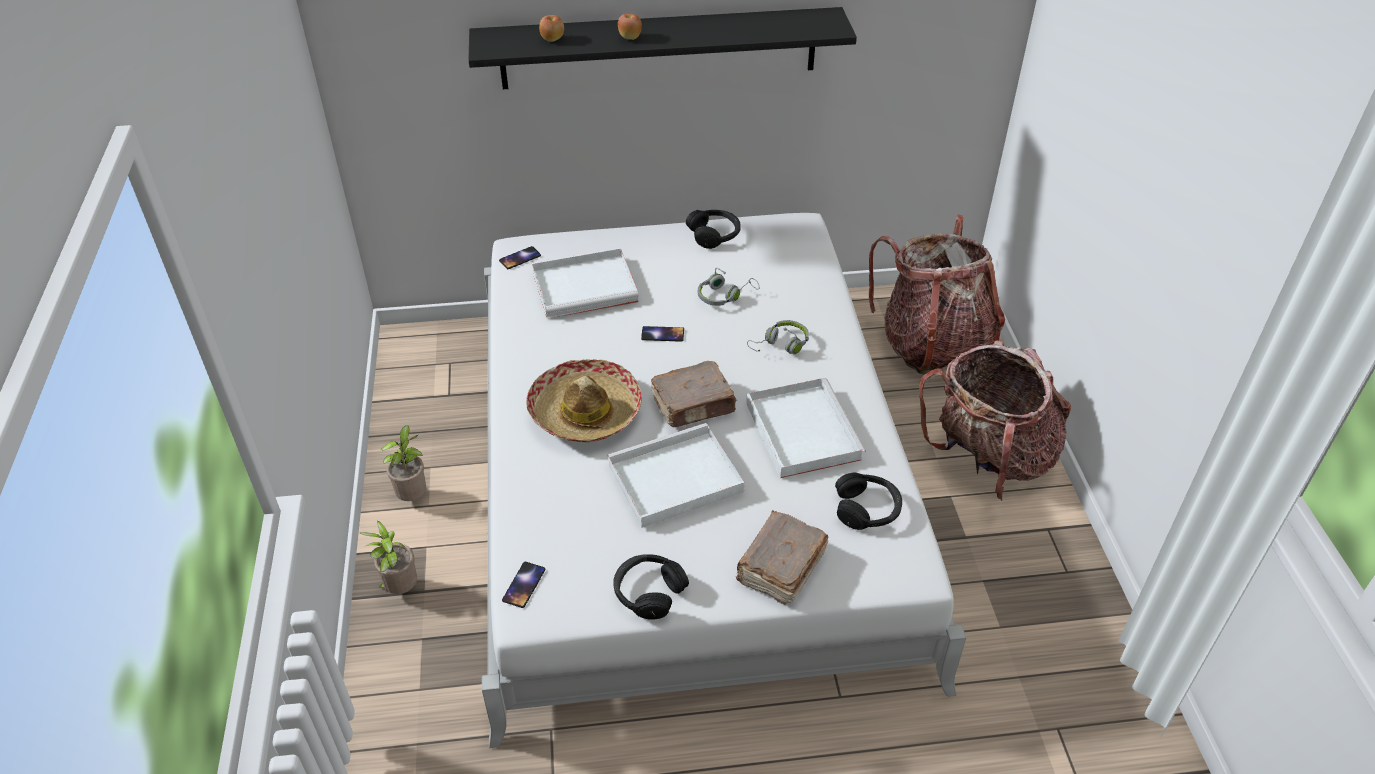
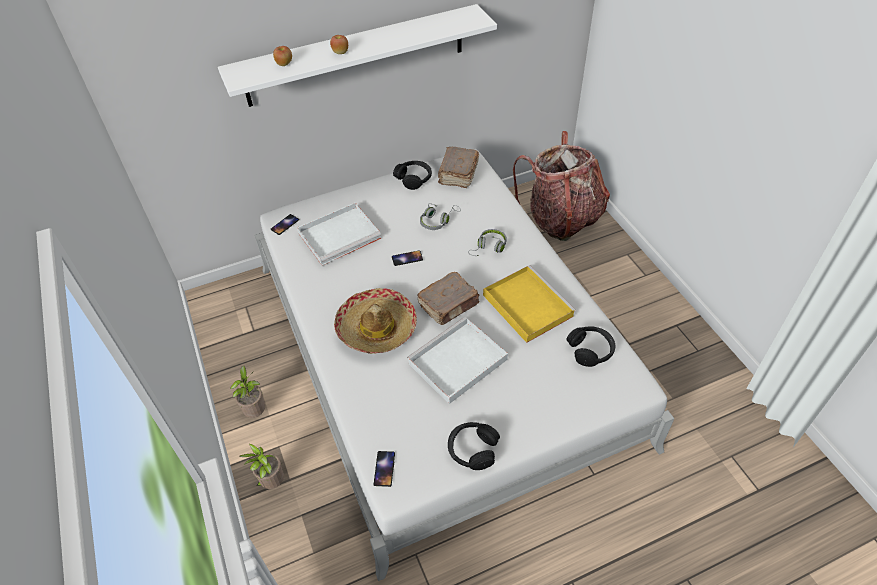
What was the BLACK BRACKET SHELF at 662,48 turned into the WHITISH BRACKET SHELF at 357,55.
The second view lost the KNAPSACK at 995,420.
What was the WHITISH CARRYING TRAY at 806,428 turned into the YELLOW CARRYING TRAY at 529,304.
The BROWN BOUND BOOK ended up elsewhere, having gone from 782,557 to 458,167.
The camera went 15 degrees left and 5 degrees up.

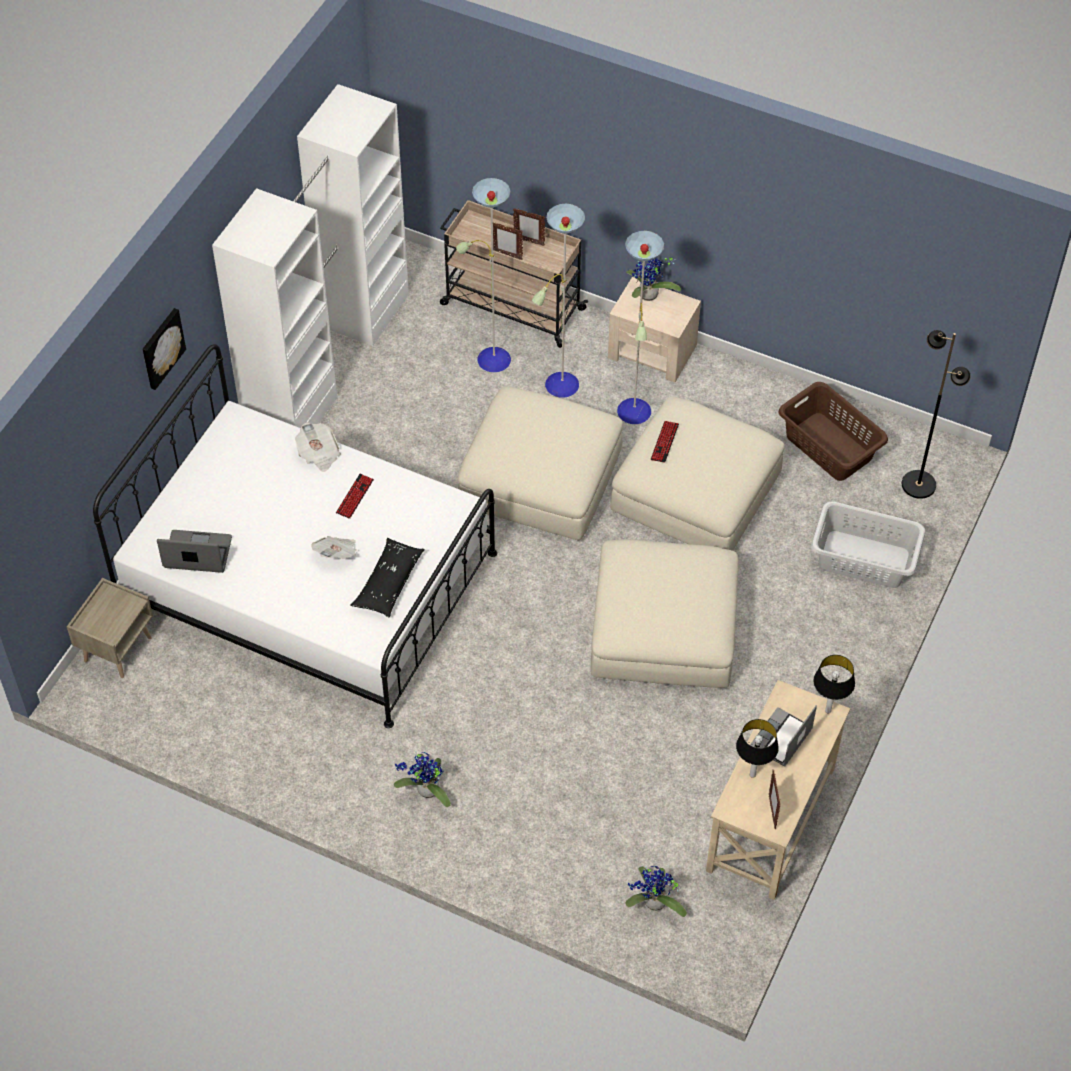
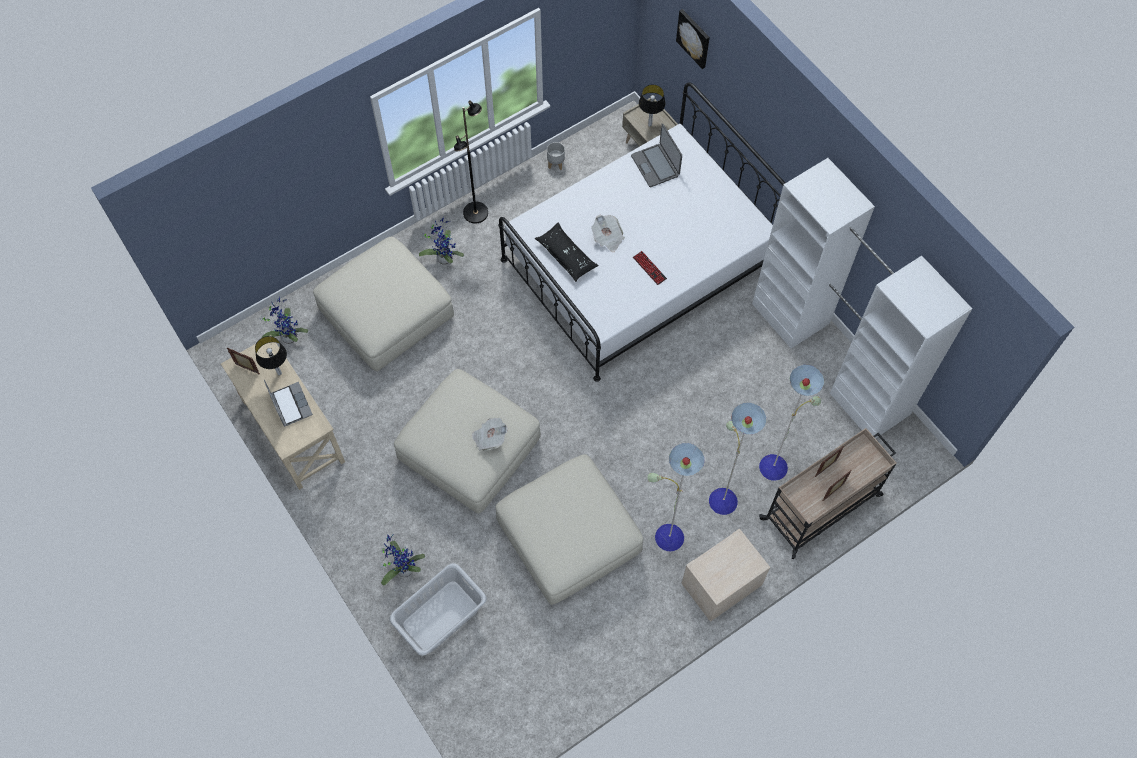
The PLANT IN A POT ended up elsewhere, having gone from 653,279 to 403,559.
The PICTURE ended up elsewhere, having gone from 164,349 to 693,39.
The BLACK STANDING LAMP ended up elsewhere, having gone from 936,414 to 471,161.
The second view lost the BROWN HAMPER at 833,431.
The BEIGE-COLOURED OTTOMAN ended up elsewhere, having gone from 540,463 to 383,304.
The second view lost the COMPUTER KEYBOARD at 665,442.
The DAILY PAPER ended up elsewhere, having gone from 318,447 to 490,434.
The NOTEBOOK COMPUTER at 194,551 ended up facing another way, 120 degrees clockwise from before.
The LAMP FOR A TABLE ended up elsewhere, having gone from 834,684 to 652,106.
The second view gained the GREY FLOWER POT at 556,156.
The camera went 120 degrees right and 10 degrees up.

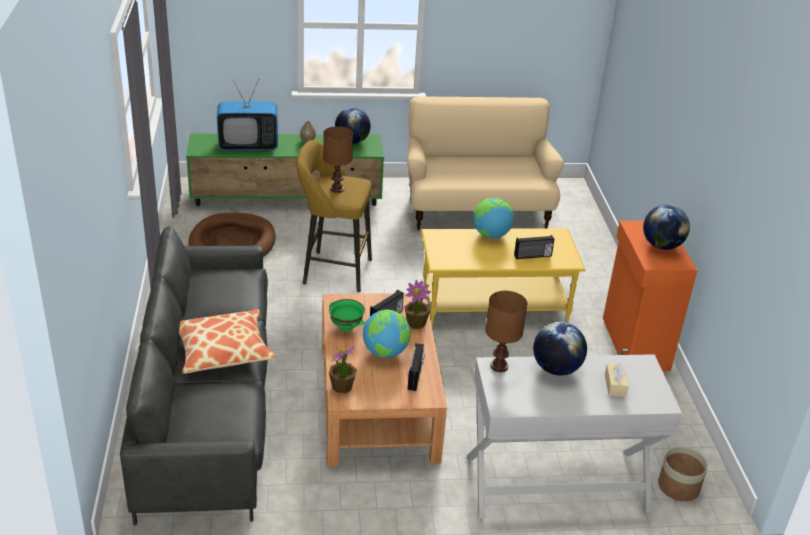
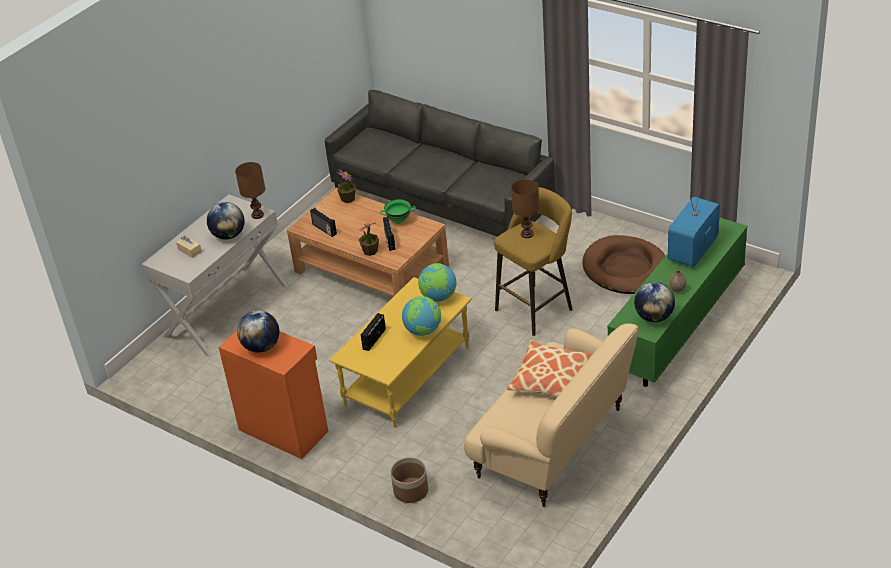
The THROW PILLOW ended up elsewhere, having gone from 227,341 to 549,368.
The DESK GLOBE ended up elsewhere, having gone from 387,334 to 437,282.
The FLOWER POT ended up elsewhere, having gone from 683,474 to 409,480.
The camera went 135 degrees right and 5 degrees up.

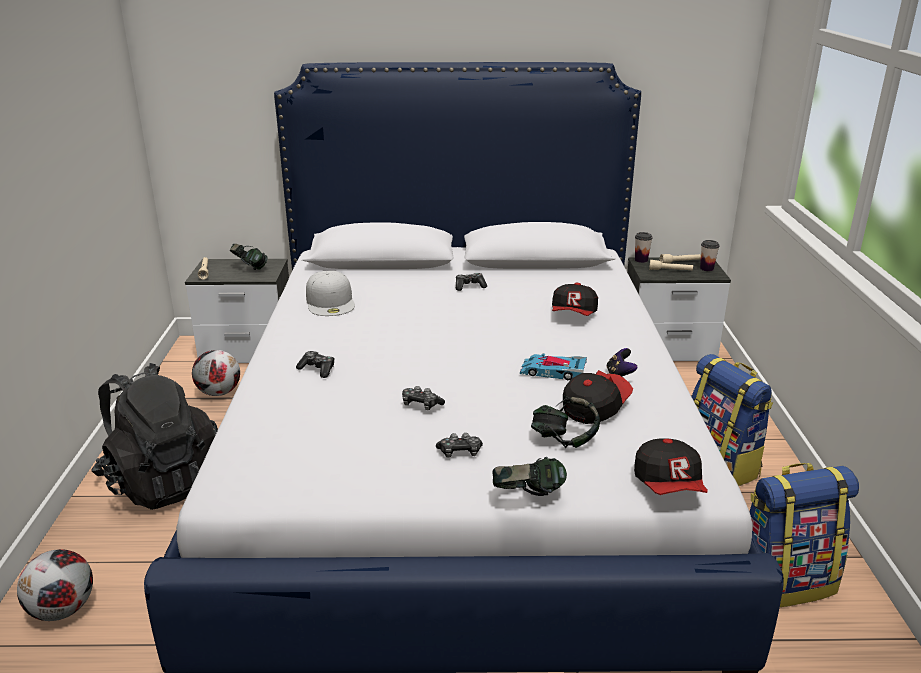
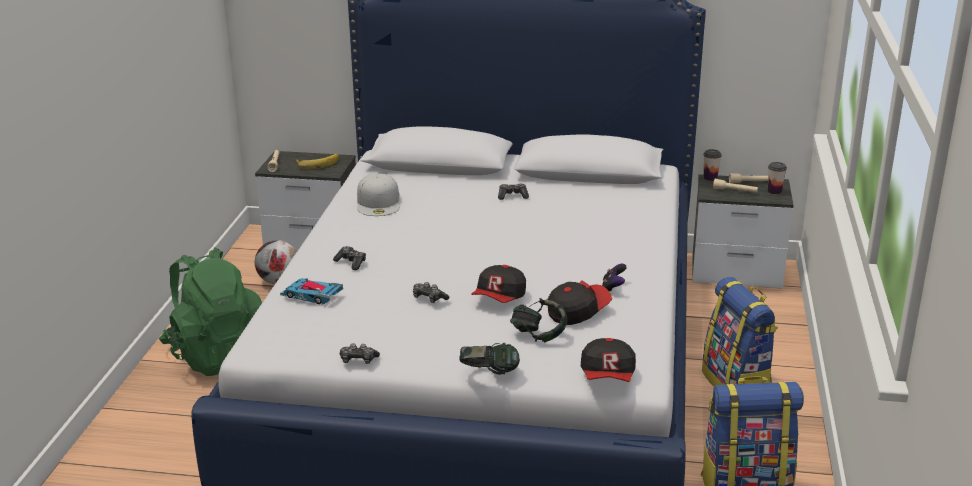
Where the HEADPHONES stood at 249,257, the BANANA FRUIT came to stand at 317,161.
The PEAKED CAP ended up elsewhere, having gone from 575,299 to 498,284.
The MINIATURE CAR ended up elsewhere, having gone from 553,367 to 311,291.
What was the BLACK KNAPSACK at 154,436 turned into the GREEN-COLOURED KNAPSACK at 210,311.
The GAMEPAD ended up elsewhere, having gone from 459,445 to 360,353.
The second view lost the FOOTBALL BALL at 55,585.
The camera went 10 degrees right and 0 degrees up.

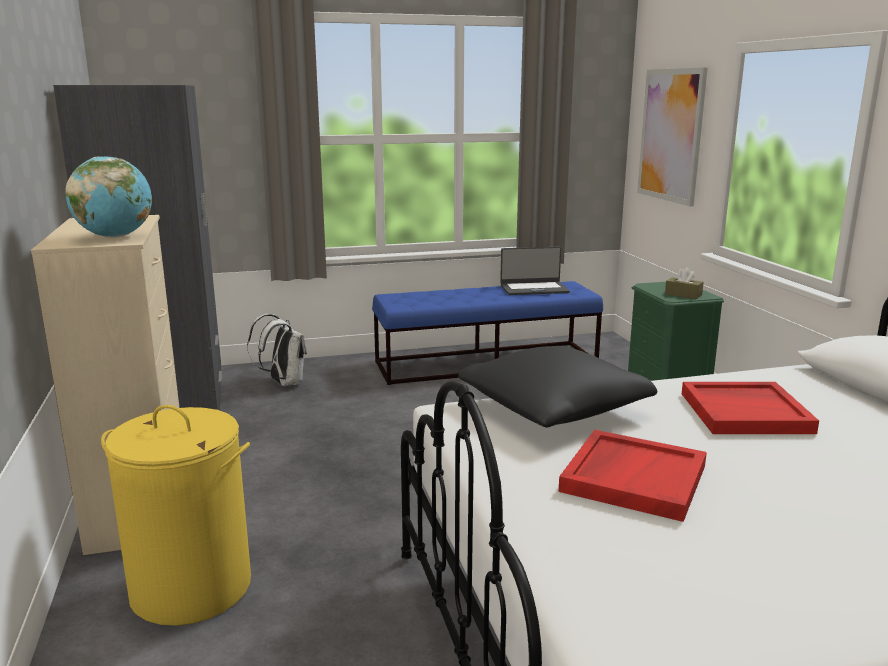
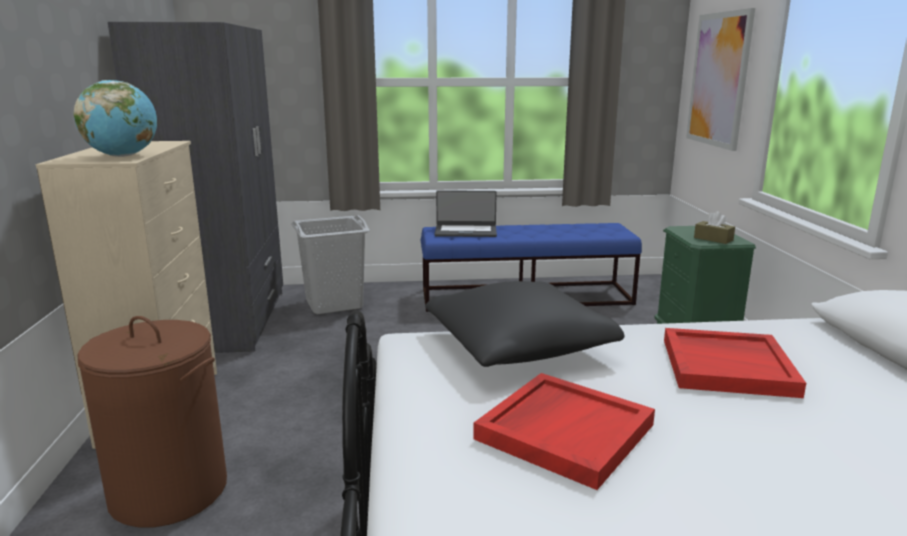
The NOTEBOOK COMPUTER ended up elsewhere, having gone from 535,271 to 465,213.
Where the WHITISH KNAPSACK stood at 277,350, the GREY HAMPER came to stand at 330,264.
What was the YELLOW HAMPER at 176,515 turned into the BROWN HAMPER at 152,422.
The camera went 10 degrees right and 0 degrees up.

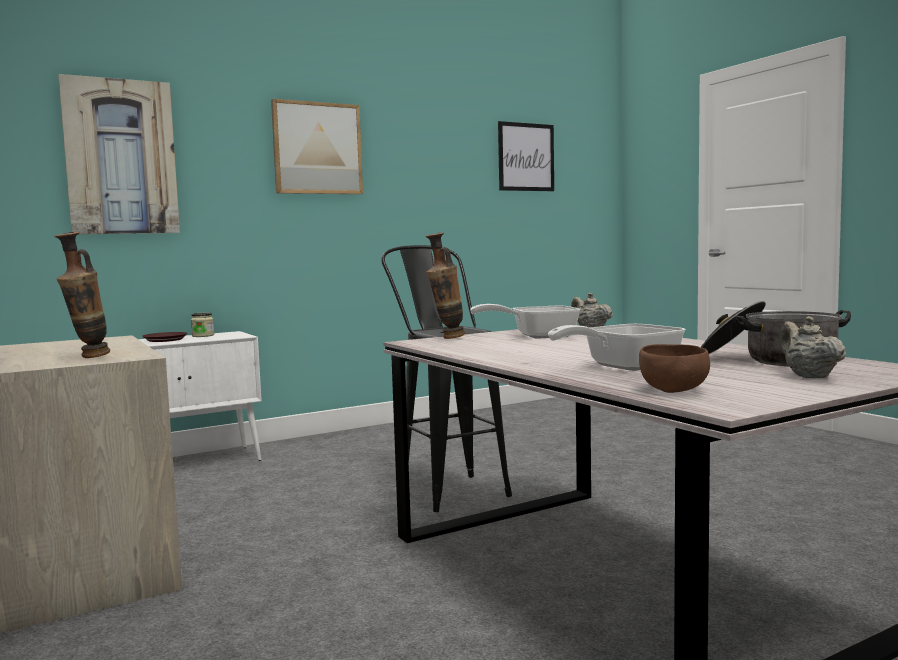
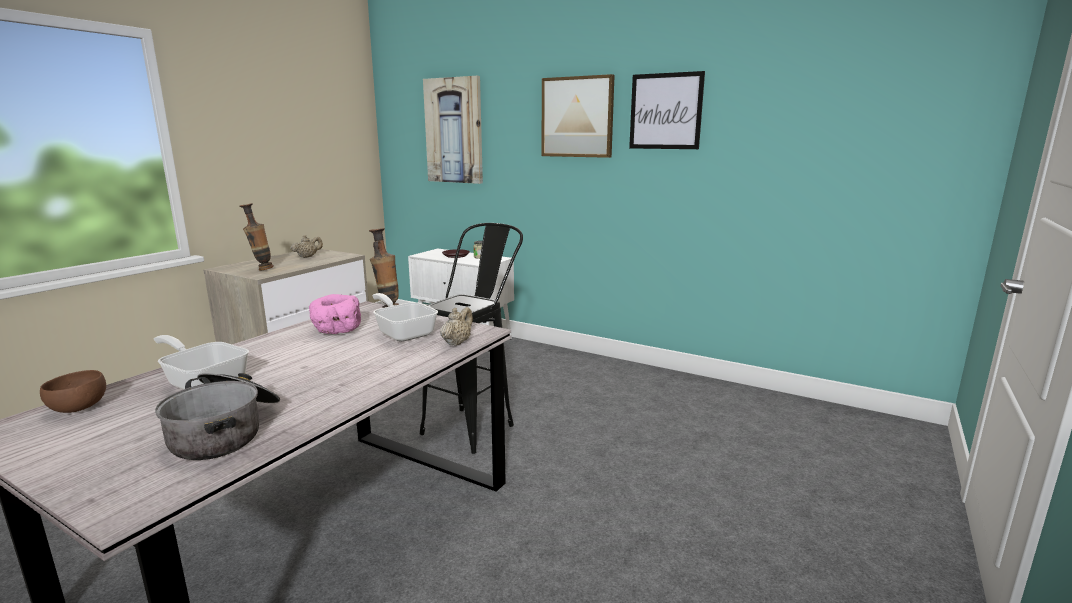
The PICTURE ended up elsewhere, having gone from 526,156 to 667,110.
The BEIGE-COLOURED TEA POT ended up elsewhere, having gone from 813,347 to 307,246.
The second view gained the PINK-COLOURED BOWL at 335,314.
The camera went 60 degrees right and 10 degrees up.

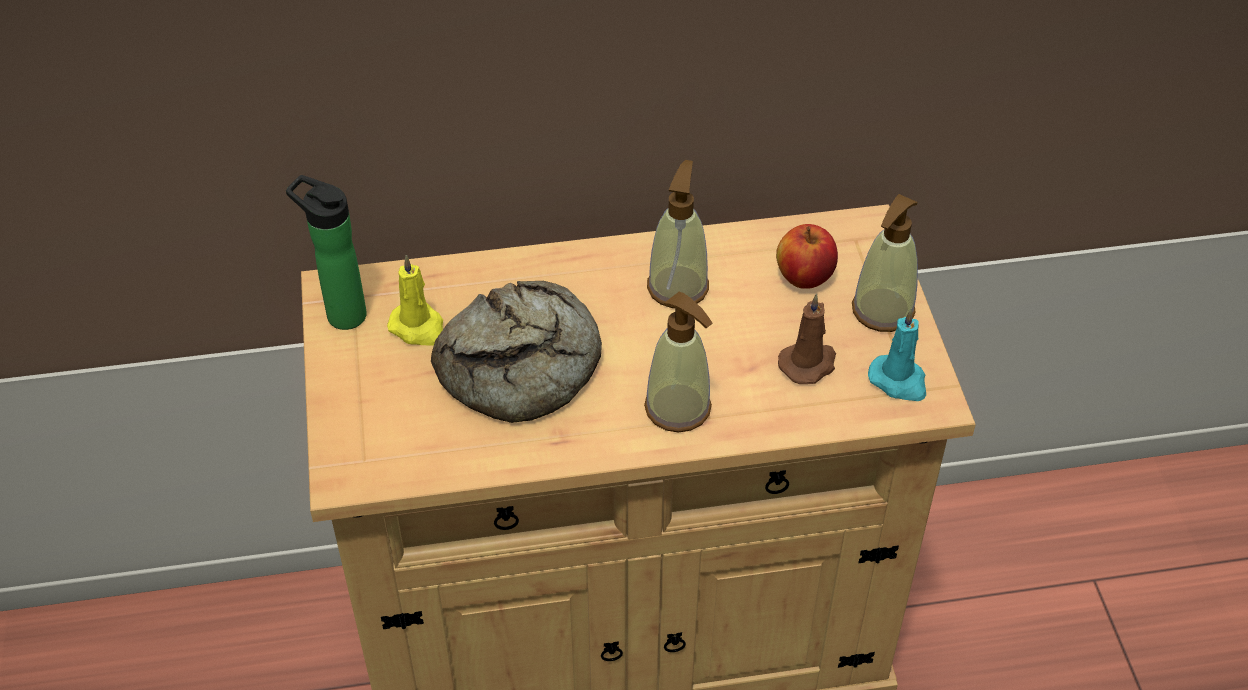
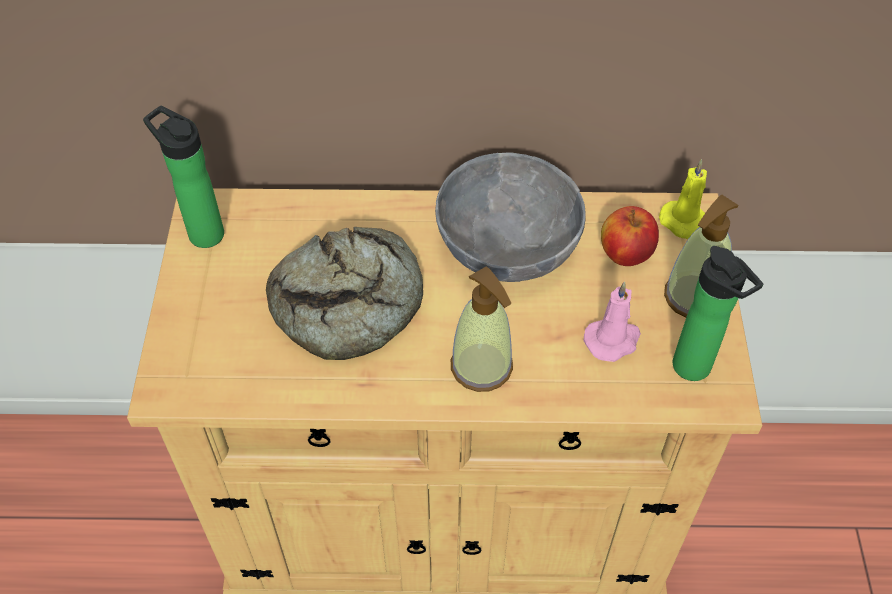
Where the LIQUID SOAP BOTTLE stood at 678,234, the GREY BOWL came to stand at 510,217.
The YELLOW WAX LIGHT ended up elsewhere, having gone from 415,300 to 683,199.
What was the BROWN WAX LIGHT at 807,338 turned into the PINK-COLOURED WAX LIGHT at 612,322.
Where the BLUE-GREEN WAX LIGHT stood at 897,354, the BOTTLE came to stand at 718,313.
The camera went 10 degrees right and 5 degrees up.

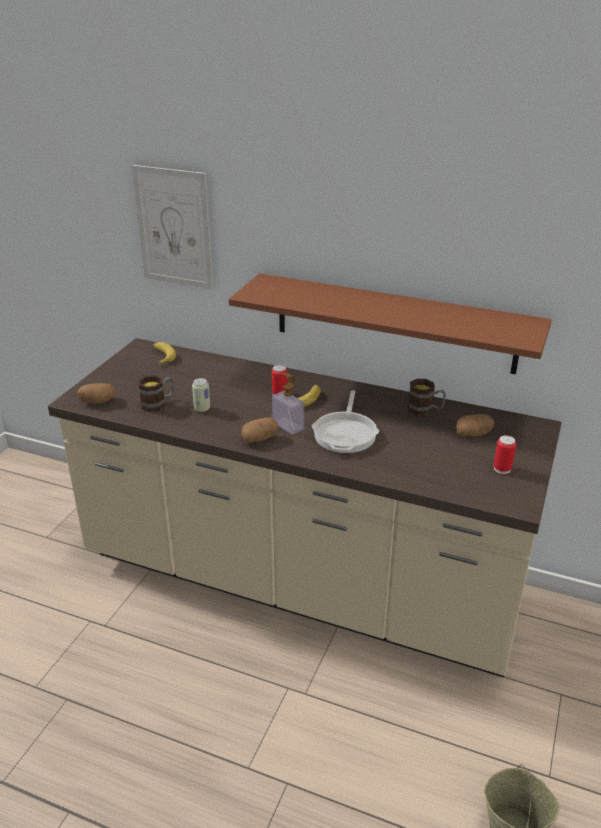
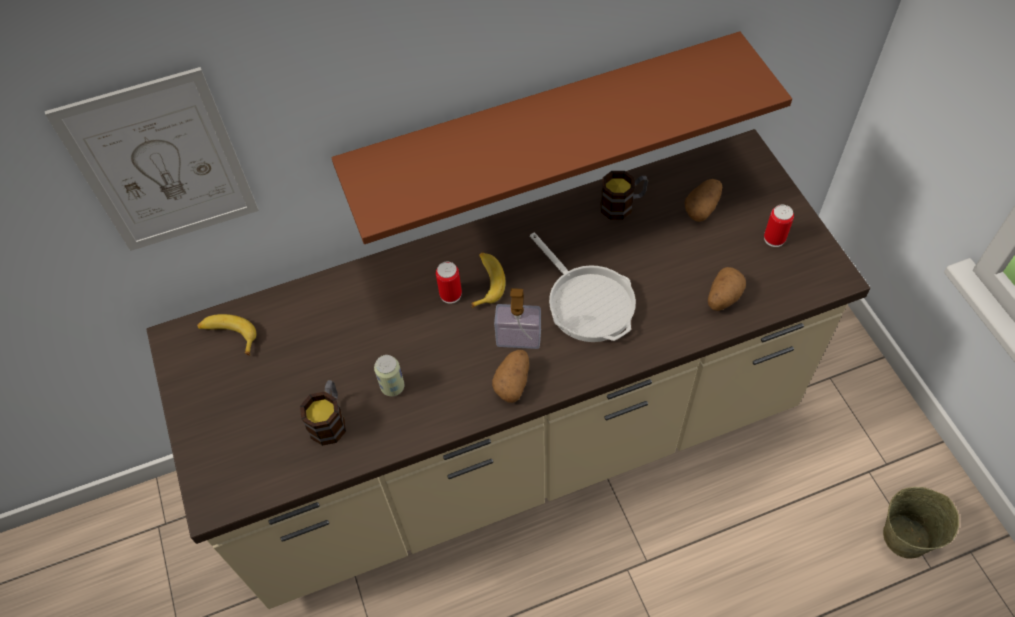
The POTATO ended up elsewhere, having gone from 96,393 to 727,289.
The camera went 40 degrees left and 25 degrees up.

